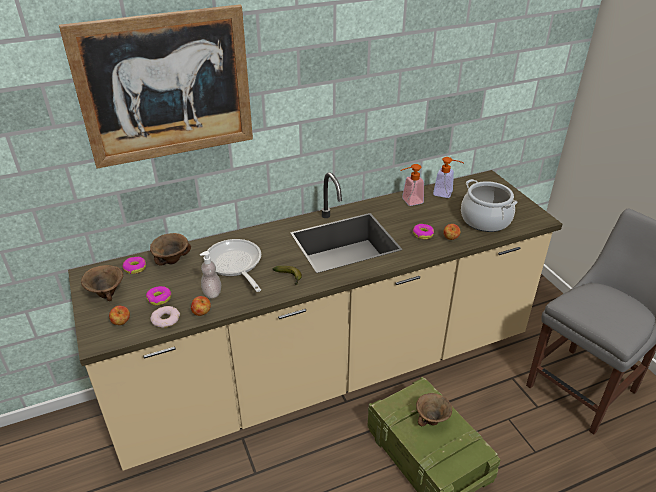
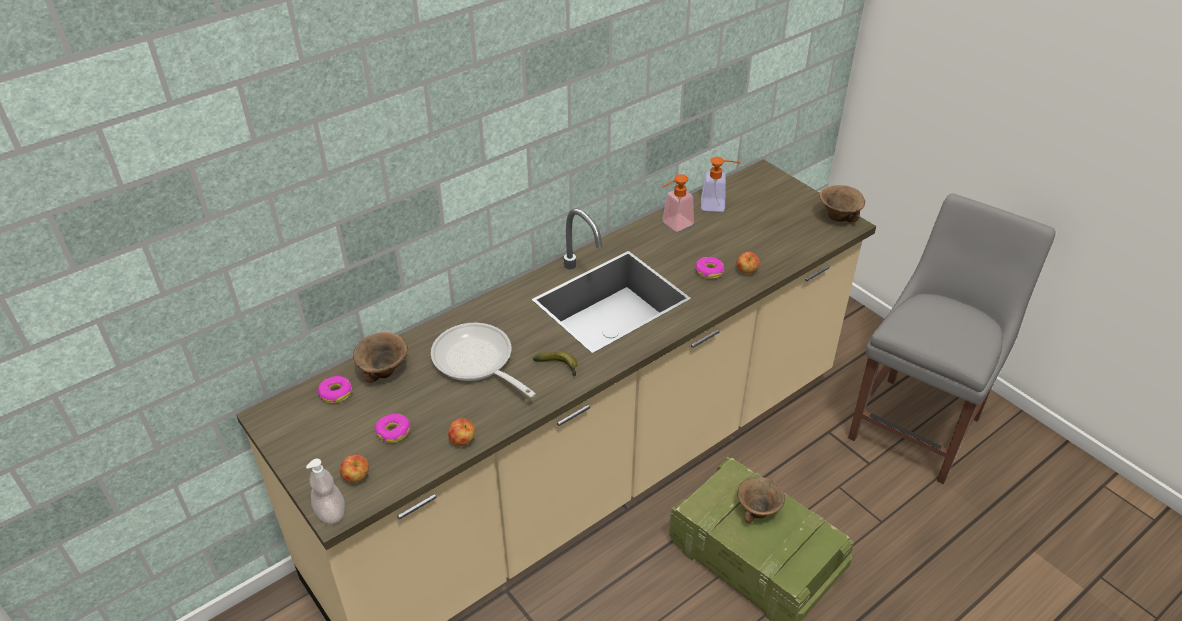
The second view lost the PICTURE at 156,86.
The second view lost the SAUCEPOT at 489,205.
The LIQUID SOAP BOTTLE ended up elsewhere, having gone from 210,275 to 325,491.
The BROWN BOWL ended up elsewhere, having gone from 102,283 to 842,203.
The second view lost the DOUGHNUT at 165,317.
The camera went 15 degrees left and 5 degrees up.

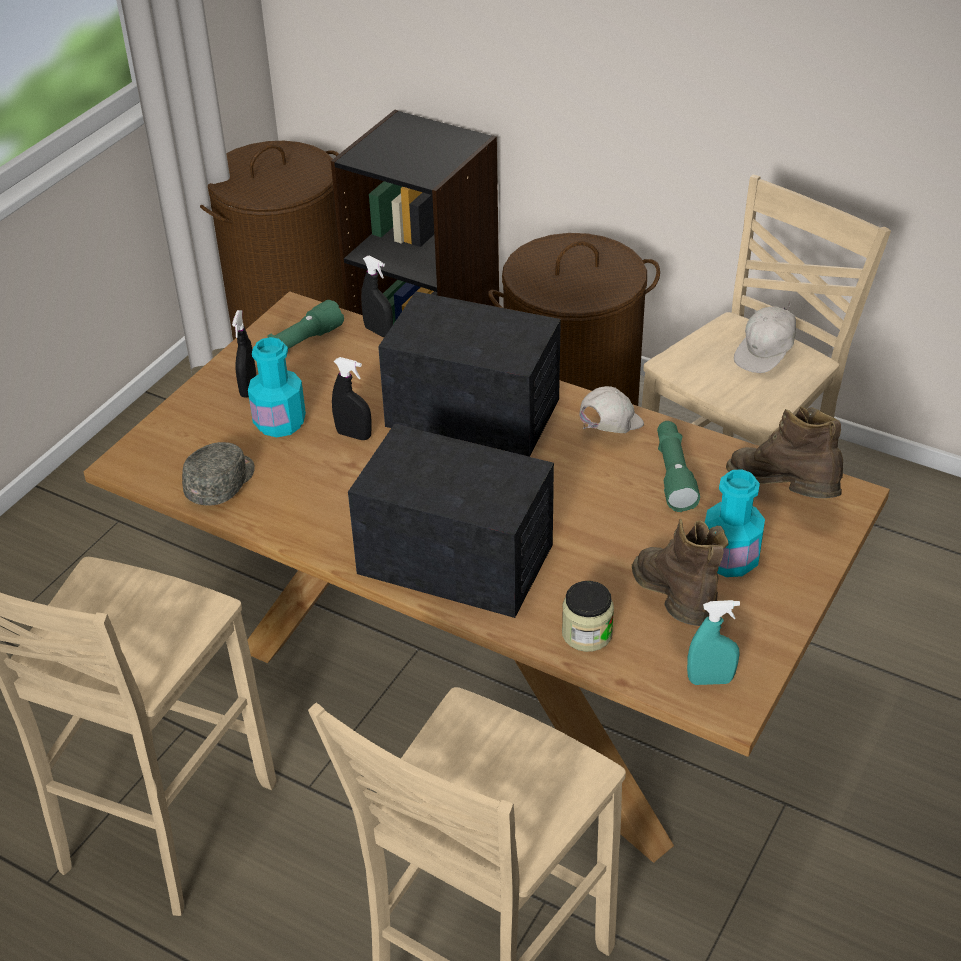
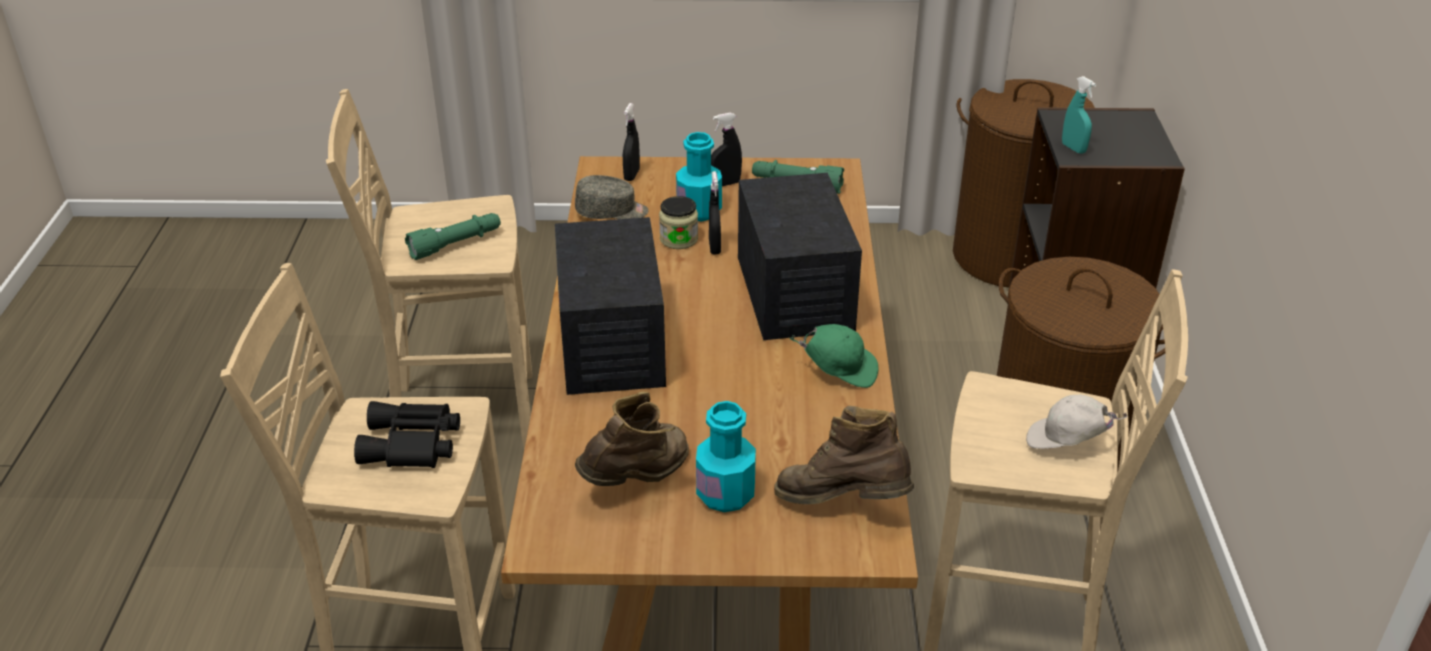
The BLACK SPRAY BOTTLE ended up elsewhere, having gone from 377,296 to 631,142.
What was the WHITISH PEAKED CAP at 611,409 turned into the GREEN-COLOURED PEAKED CAP at 834,356.
The BROWN BOOT at 784,452 ended up facing another way, 90 degrees counterclockwise from before.
The GREEN-COLOURED FLASHLIGHT ended up elsewhere, having gone from 678,466 to 453,236.
The STORAGE JAR ended up elsewhere, having gone from 588,616 to 678,222.
The BLUE-GREEN SPRAY BOTTLE ended up elsewhere, having gone from 713,642 to 1079,115.
The second view gained the BLACK FIELD GLASSES at 407,434.
The camera went 60 degrees right and 5 degrees down.

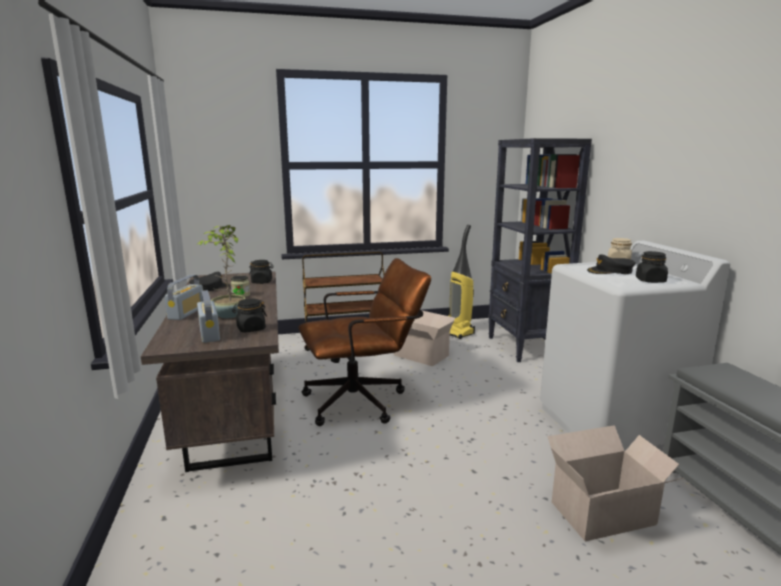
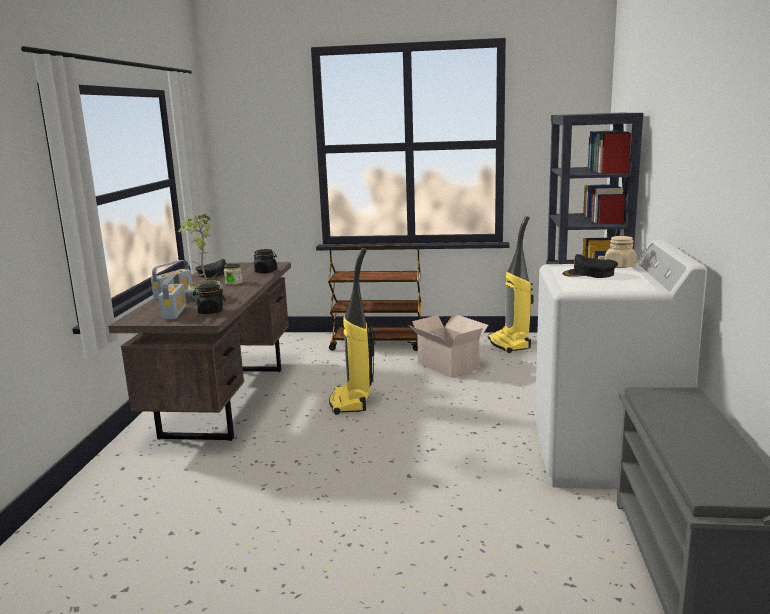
The second view lost the BLACK STORAGE JAR at 652,267.
Where the BROWN COMPUTER CHAIR stood at 364,342, the VACUUM came to stand at 352,331.
The second view lost the CARTON at 615,483.
The camera went 20 degrees right and 0 degrees up.

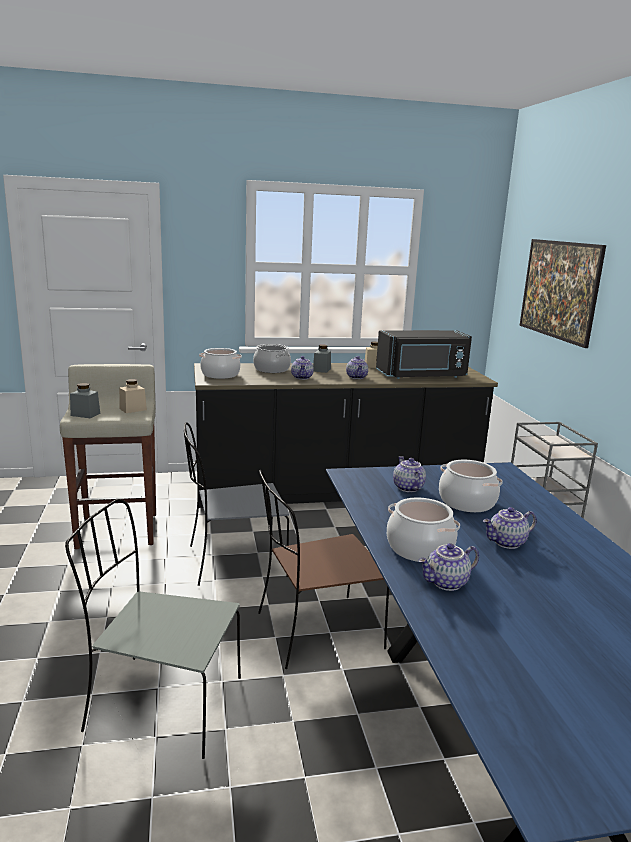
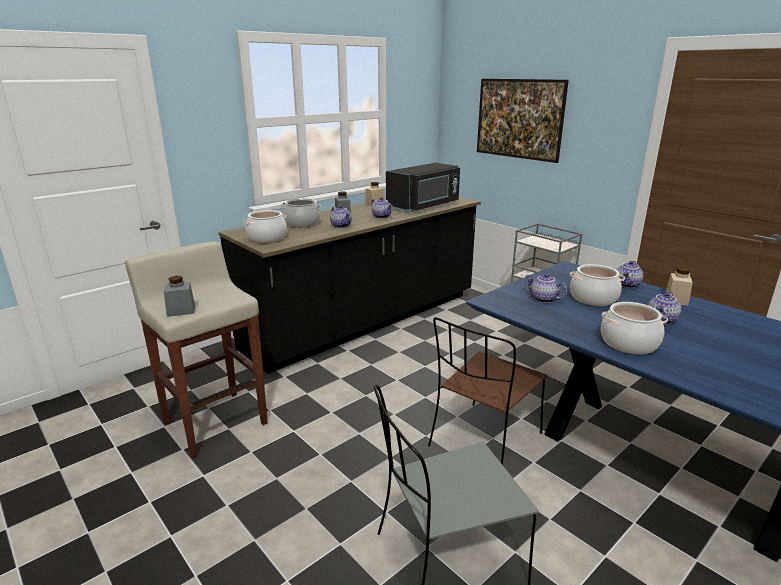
The BEIGE-COLOURED STORAGE JAR ended up elsewhere, having gone from 133,396 to 679,286.
The second view lost the GREY PLAIN CHAIR at 236,504.
The TEA POT ended up elsewhere, having gone from 448,567 to 630,274.
The camera went 30 degrees left and 5 degrees up.

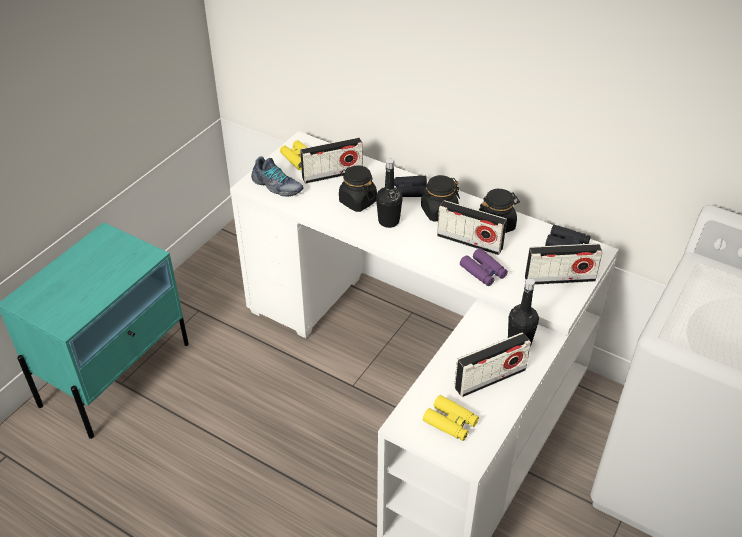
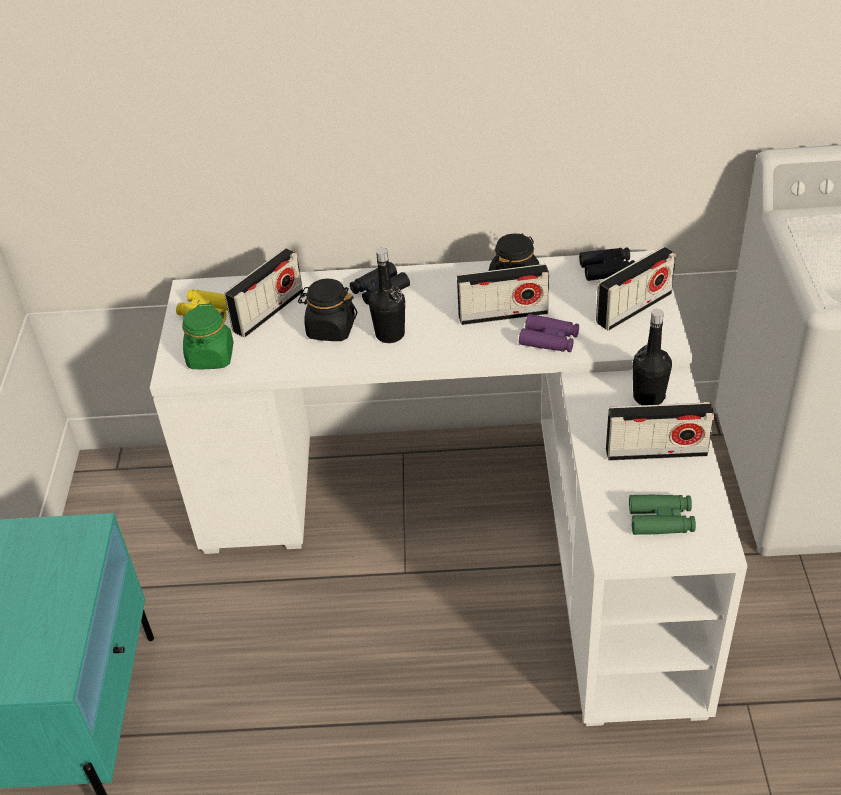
Where the ITEM OF FOOTWEAR stood at 277,176, the GREEN-COLOURED STORAGE JAR came to stand at 208,336.
The second view lost the BLACK STORAGE JAR at 440,198.
The RADIO RECEIVER at 492,364 ended up facing another way, 60 degrees clockwise from before.
What was the YELLOW FIELD GLASSES at 451,418 turned into the GREEN-COLOURED FIELD GLASSES at 662,515.
The camera went 30 degrees left and 0 degrees up.

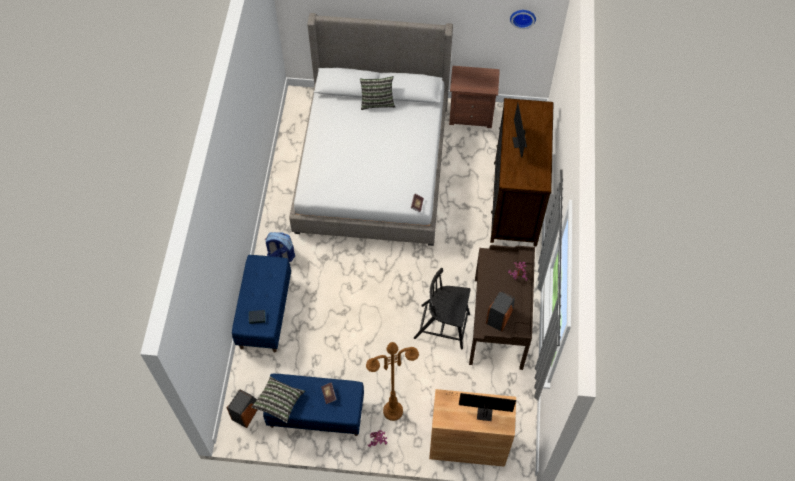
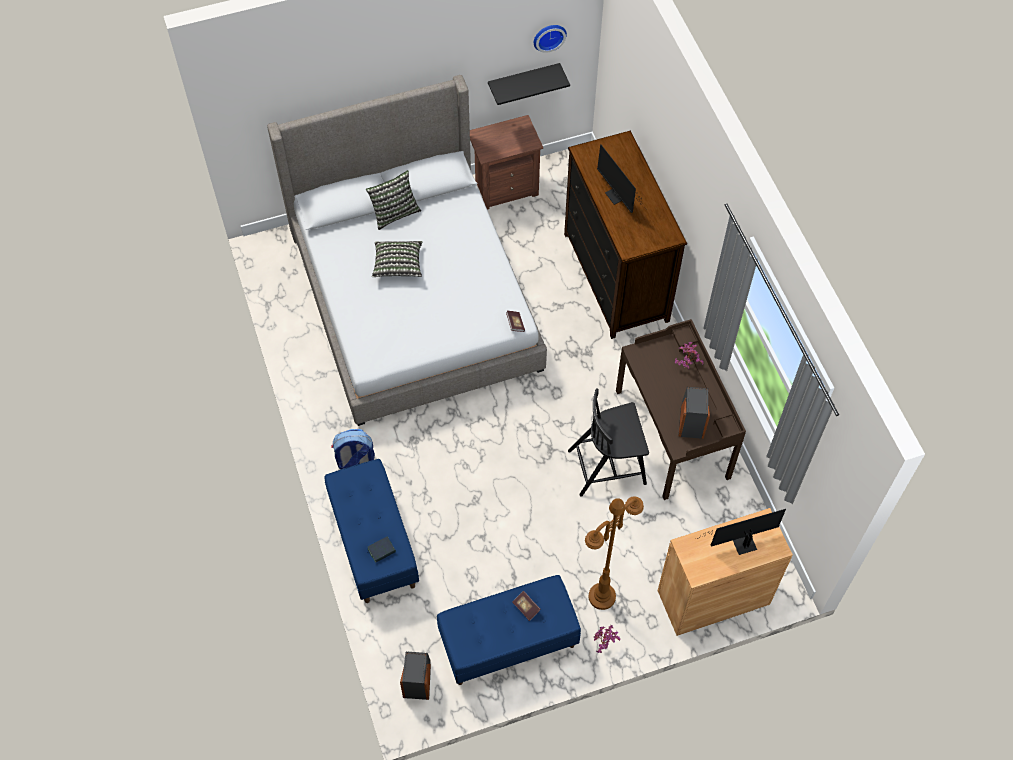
The THROW PILLOW ended up elsewhere, having gone from 278,399 to 397,259.
The second view gained the BLACK BRACKET SHELF at 529,84.
The camera went 25 degrees left and 0 degrees up.

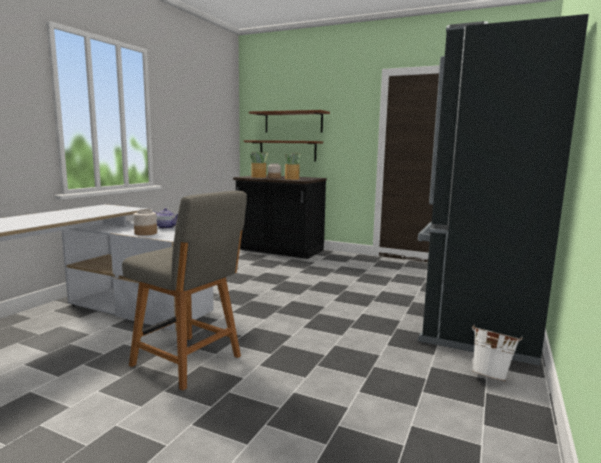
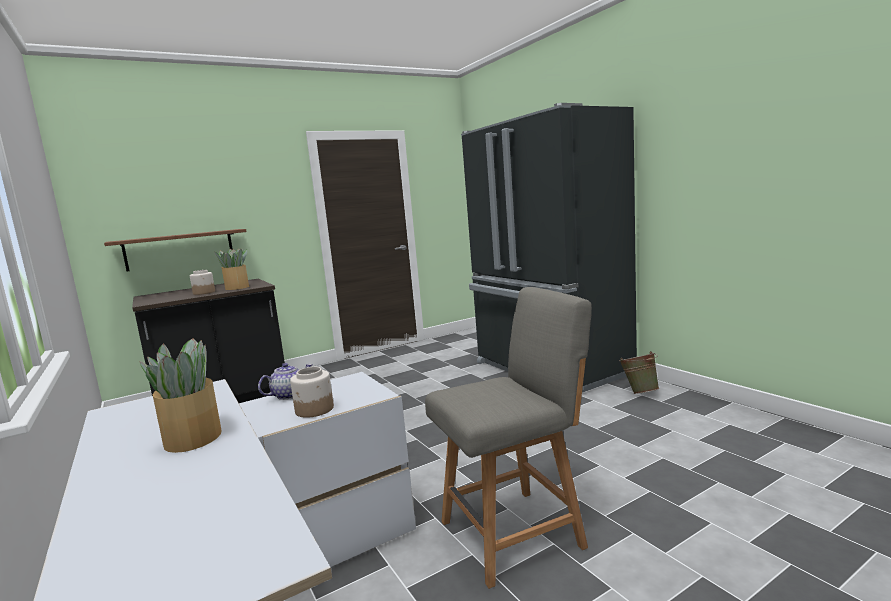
The second view lost the BROWN BRACKET SHELF at 289,121.
The PLANT IN A POT ended up elsewhere, having gone from 259,165 to 180,395.
What was the WHITISH WATER BUCKET at 497,353 turned into the GREEN-COLOURED WATER BUCKET at 639,372.
The camera went 55 degrees left and 0 degrees up.

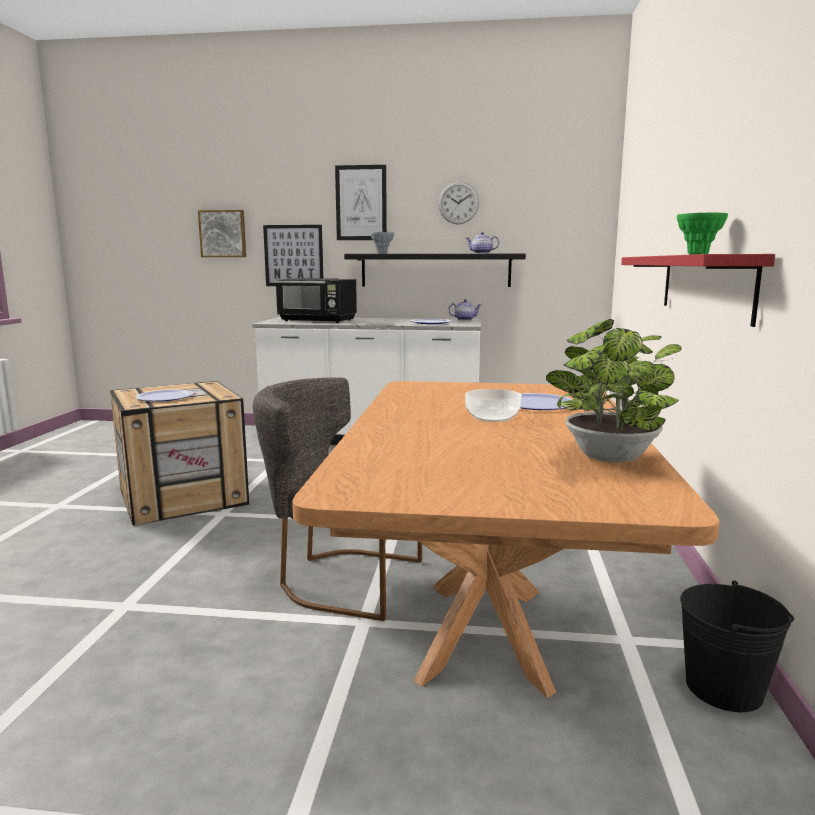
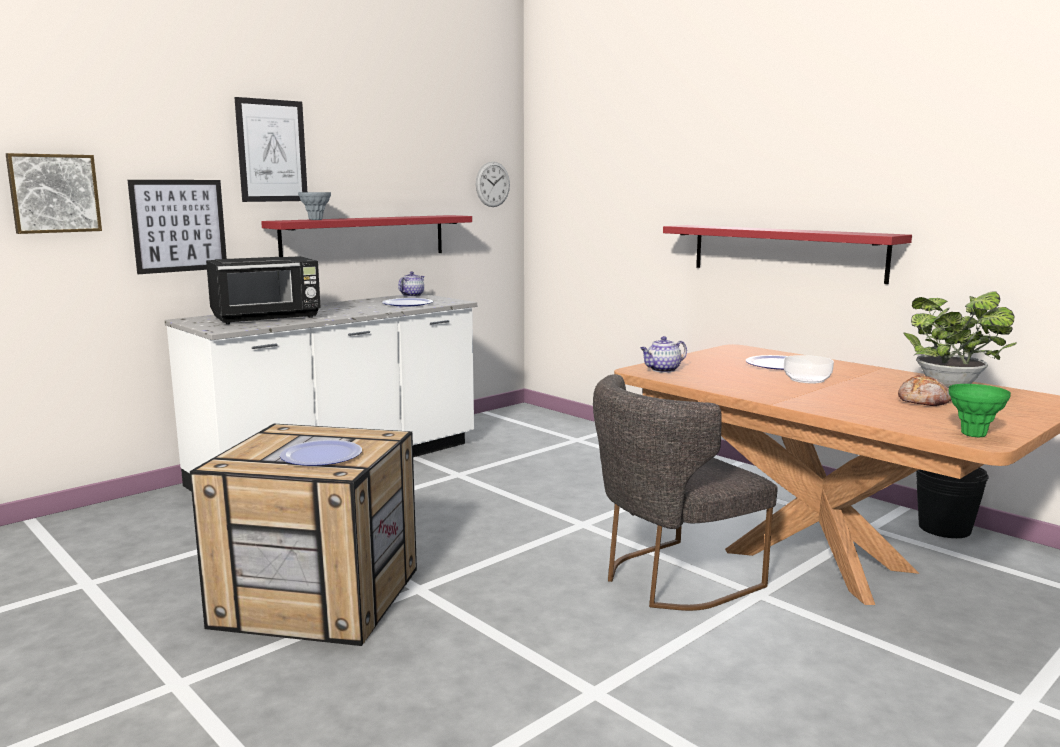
The CLOCK ON THE WALL ended up elsewhere, having gone from 458,203 to 493,184.
The GREEN-COLOURED DECORATIVE VASE ended up elsewhere, having gone from 702,234 to 980,410.
The TEA POT ended up elsewhere, having gone from 482,243 to 663,354.
What was the BLACK BRACKET SHELF at 435,270 turned into the RED BRACKET SHELF at 366,236.
The second view gained the BAKERY BREAD at 924,391.
The camera went 50 degrees left and 0 degrees up.

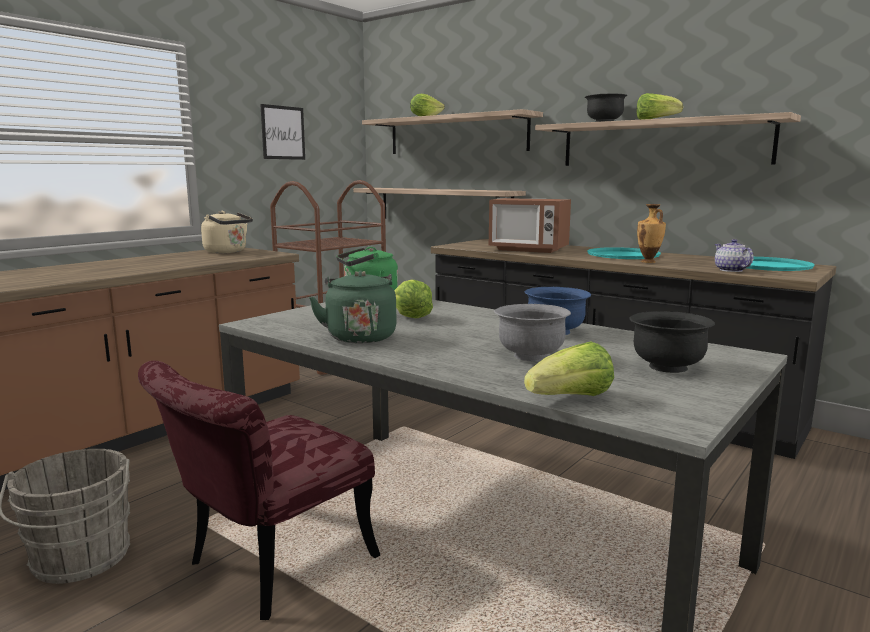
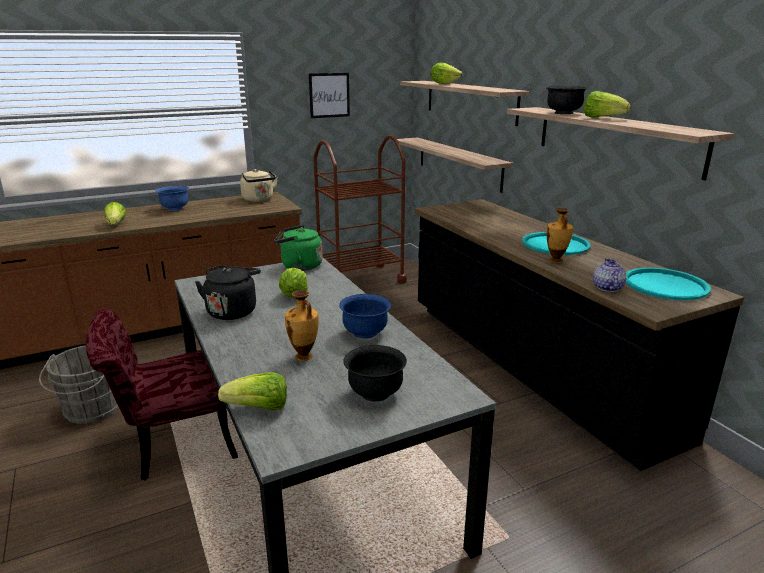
The second view lost the MICROWAVE OVEN at 530,225.
What was the GREEN-COLOURED KETTLE at 352,306 turned into the BLACK KETTLE at 228,292.
Where the GREY BOWL stood at 532,332, the DECORATIVE VASE came to stand at 302,325.
The second view gained the BLUISH BOWL at 172,198.
The second view gained the LETTUCE HEAD at 115,213.
The camera went 25 degrees right and 10 degrees up.

